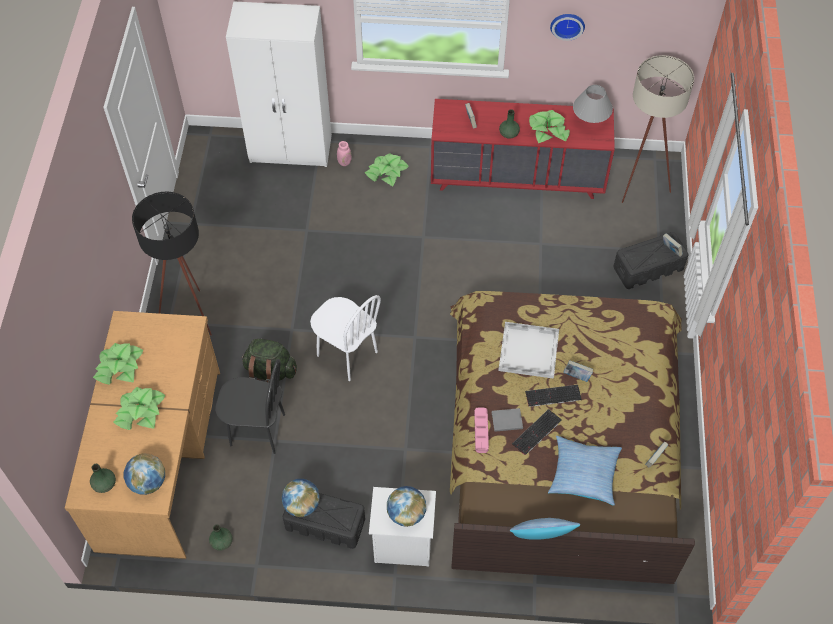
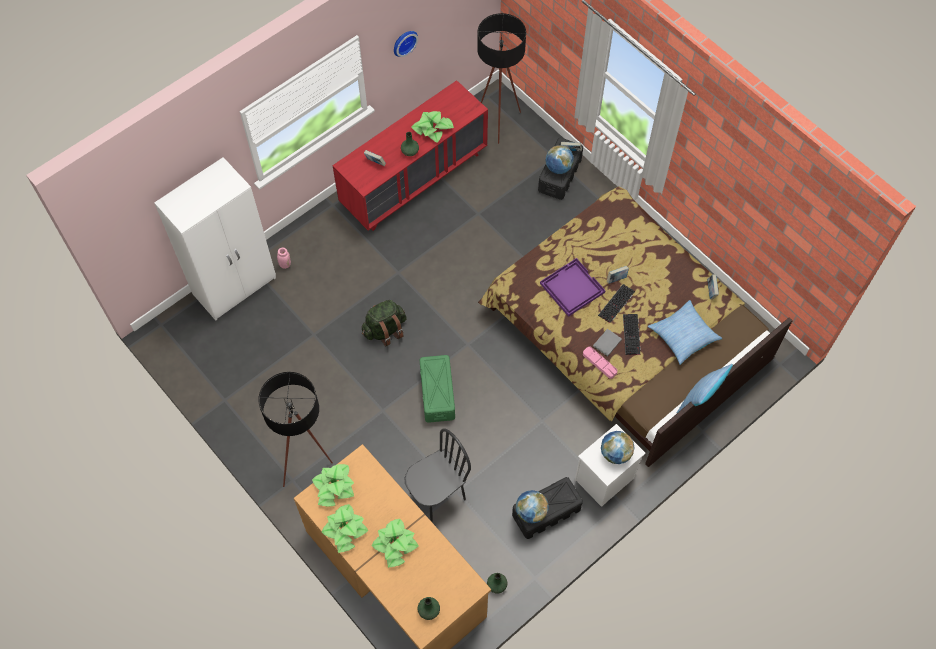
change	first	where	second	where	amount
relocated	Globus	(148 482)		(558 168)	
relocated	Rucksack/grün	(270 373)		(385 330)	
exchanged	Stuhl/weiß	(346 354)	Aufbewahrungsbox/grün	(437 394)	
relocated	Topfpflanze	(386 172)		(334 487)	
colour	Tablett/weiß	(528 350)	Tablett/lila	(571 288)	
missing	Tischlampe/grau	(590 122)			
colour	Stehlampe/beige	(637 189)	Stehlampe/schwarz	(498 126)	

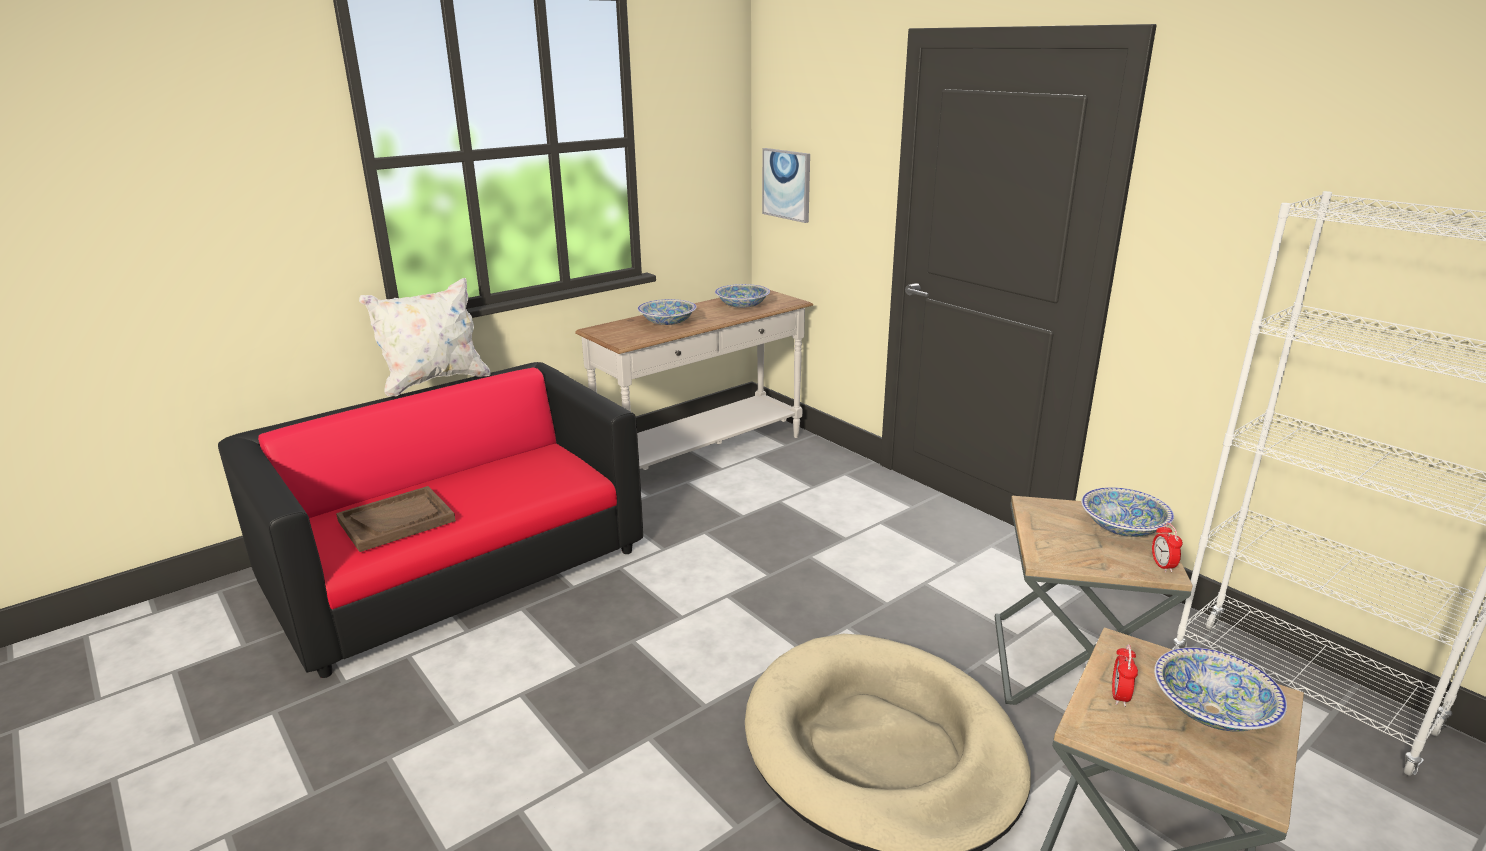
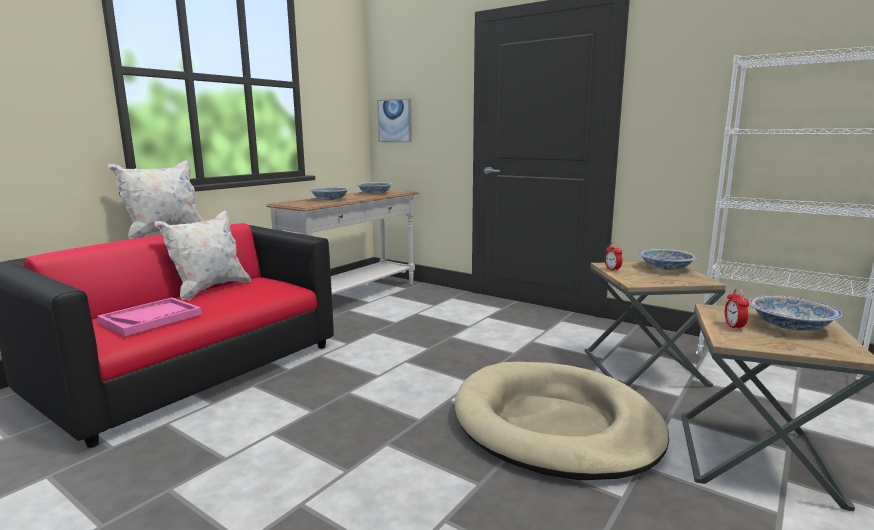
change	first	where	second	where	amount
colour	Tablett/braun	(397 521)	Tablett/rosa	(151 318)	
relocated	Wecker	(1162 566)		(612 270)	
appeared			Kissen/weiß	(209 289)	

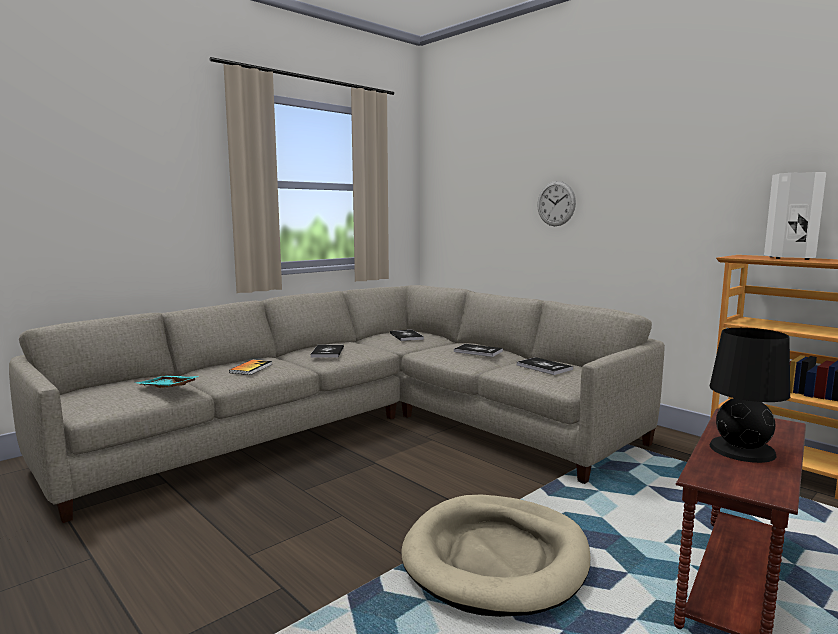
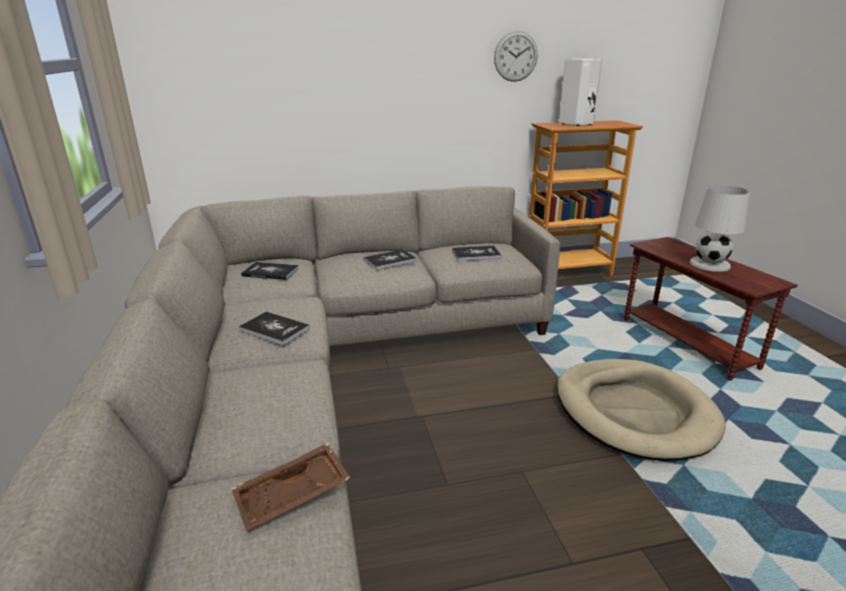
change	first	where	second	where	amount
colour	Tablett/türkis	(166 389)	Tablett/braun	(293 497)	
missing	Buch	(251 368)			
relocated	Wanduhr	(556 203)		(515 56)	
colour	Tischlampe/schwarz	(743 450)	Tischlampe/weiß	(710 264)	

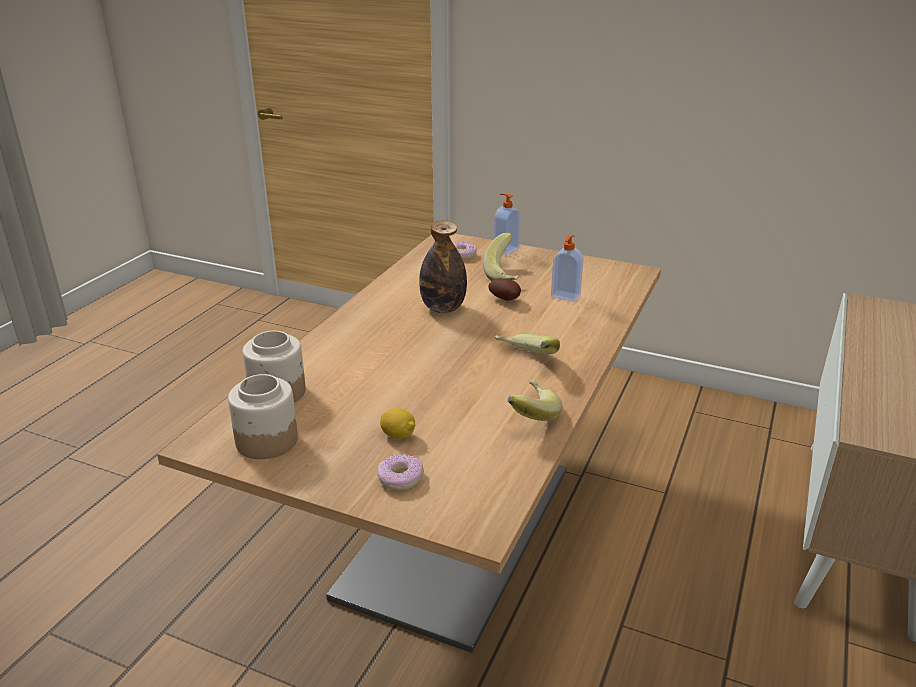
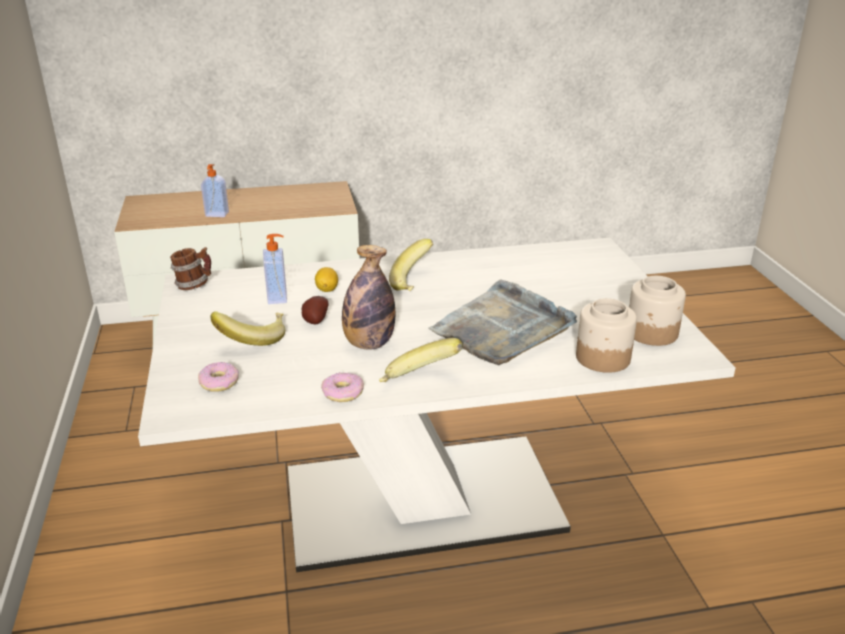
change	first	where	second	where	amount
colour	Esstisch/braun	(458 530)	Esstisch/weiß	(422 500)	
relocated	Donut	(400 478)		(343 393)	
relocated	Zitrone	(398 435)		(327 289)	
relocated	Seifenspender	(505 250)		(217 214)	
relocated	Banane	(529 415)		(419 381)	
appeared			Henkelbecher	(194 285)	
appeared			Tablett/grau	(503 328)	

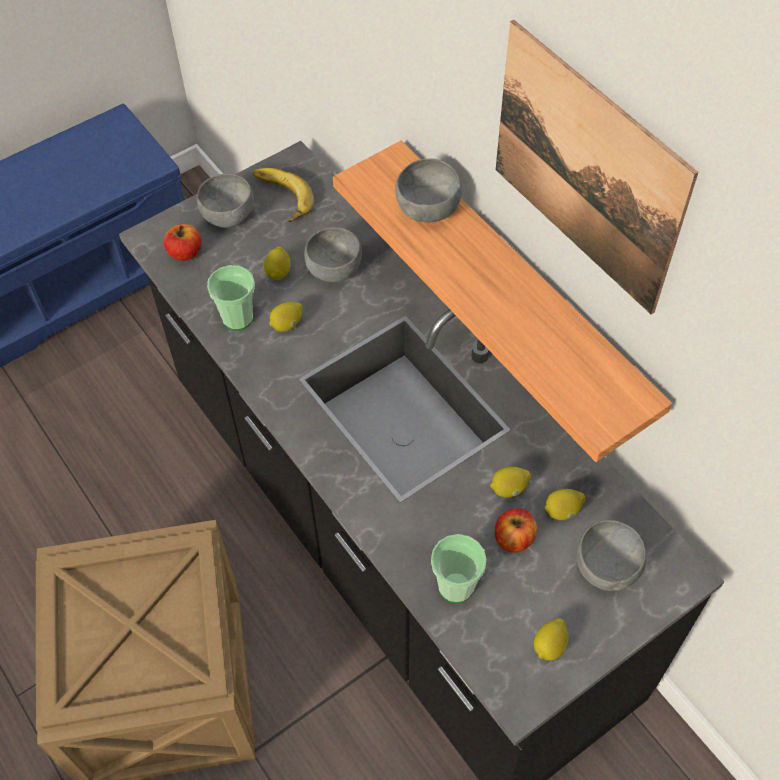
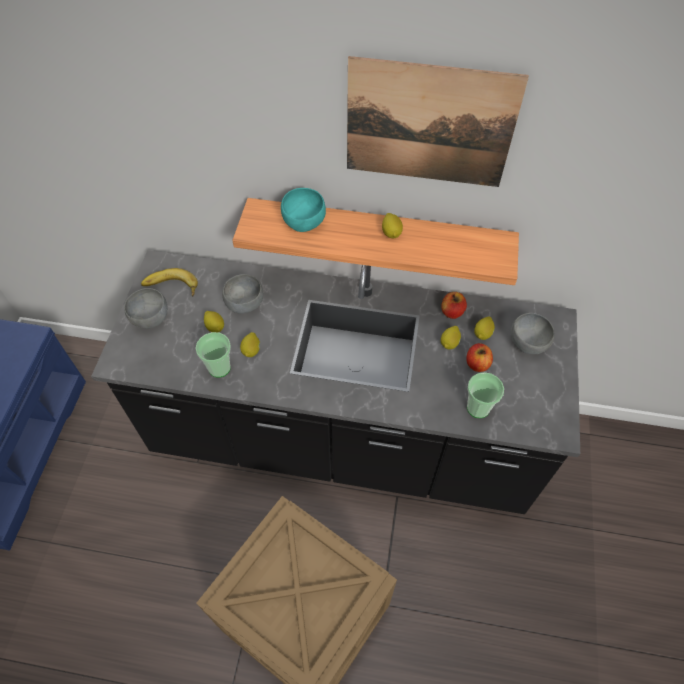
change	first	where	second	where	amount
relocated	Apfel	(185 252)		(452 312)	
colour	Schüssel/grau	(428 209)	Schüssel/türkis	(304 222)	
relocated	Zitrone	(550 646)		(391 233)	

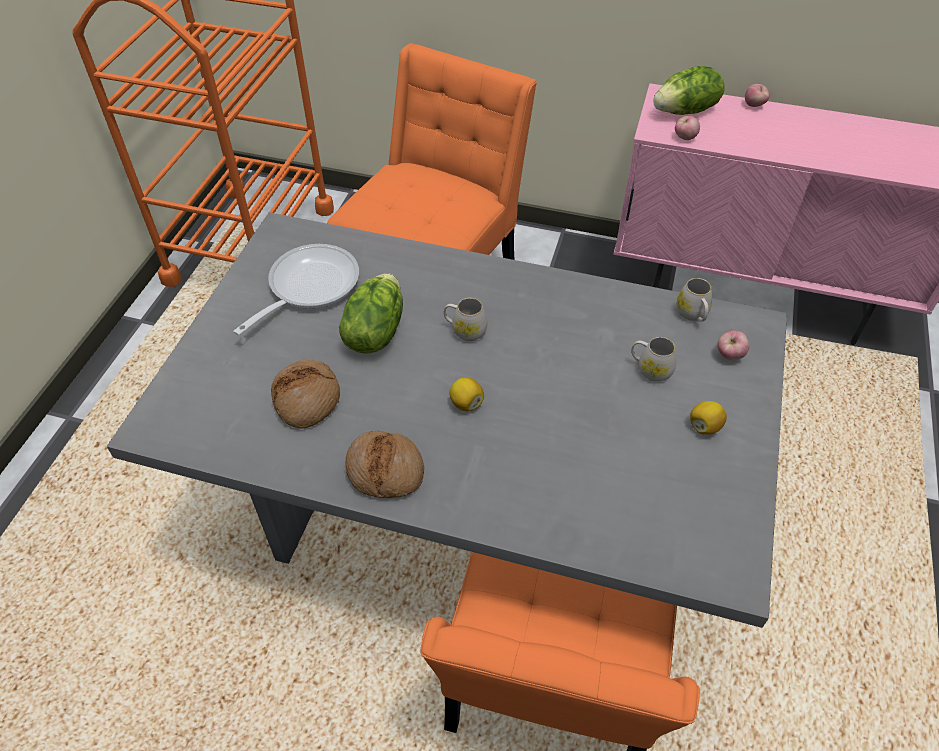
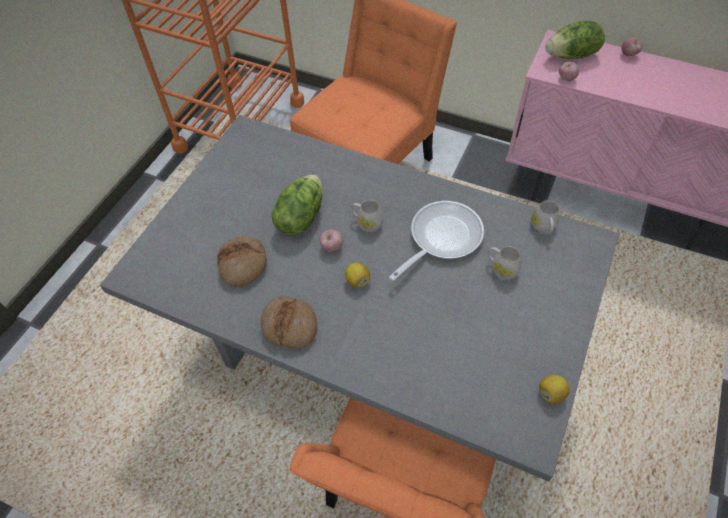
change	first	where	second	where	amount
relocated	Pfanne	(308 287)		(441 238)	
relocated	Zitrone	(704 426)		(551 393)	
relocated	Apfel	(729 355)		(332 247)	

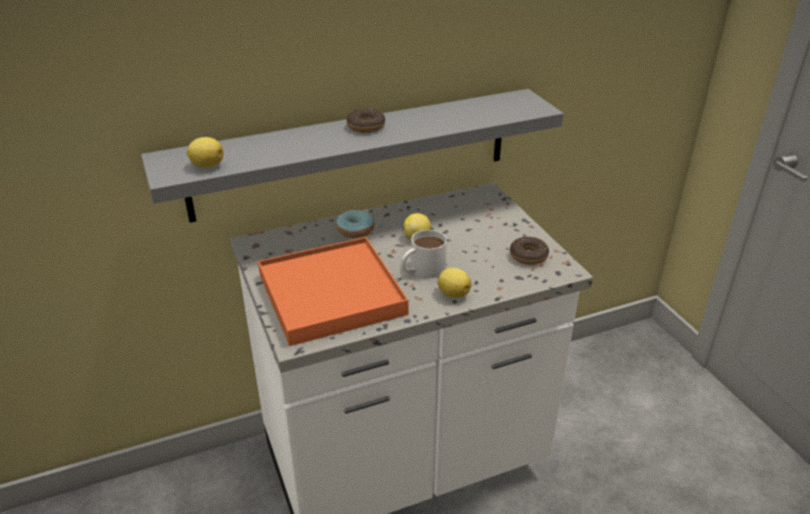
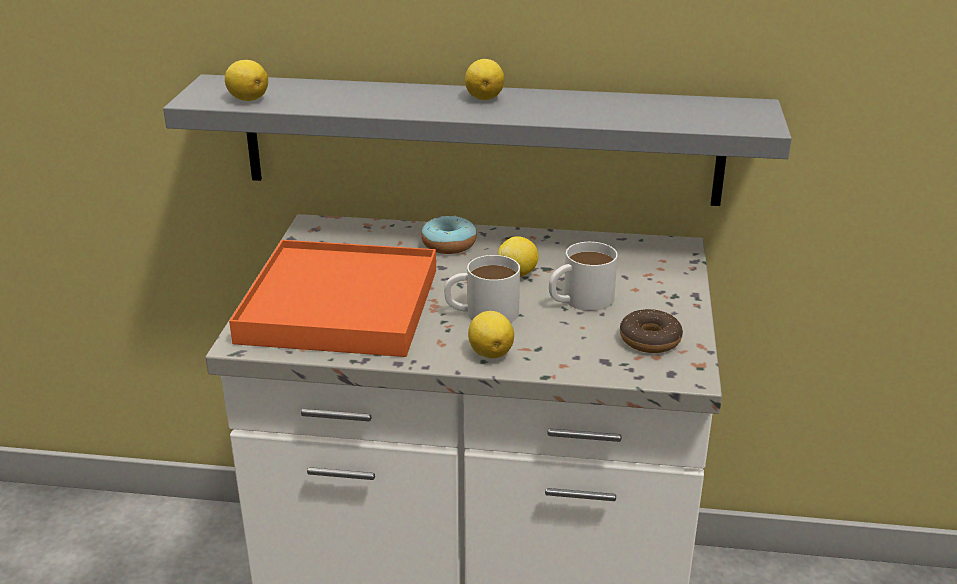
change	first	where	second	where	amount
exchanged	Donut	(366 126)	Zitrone	(484 97)	
appeared			Henkelbecher/weiß	(579 300)	

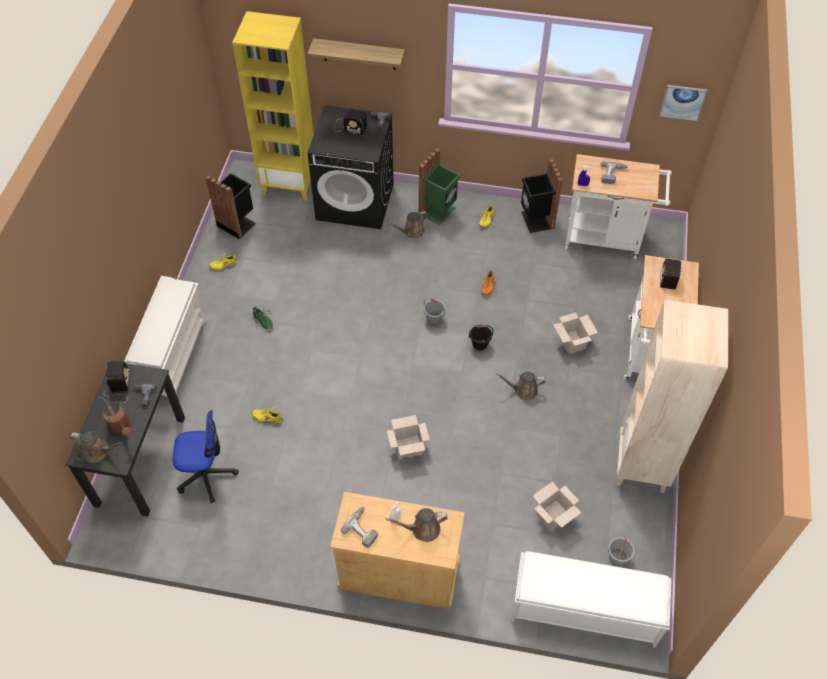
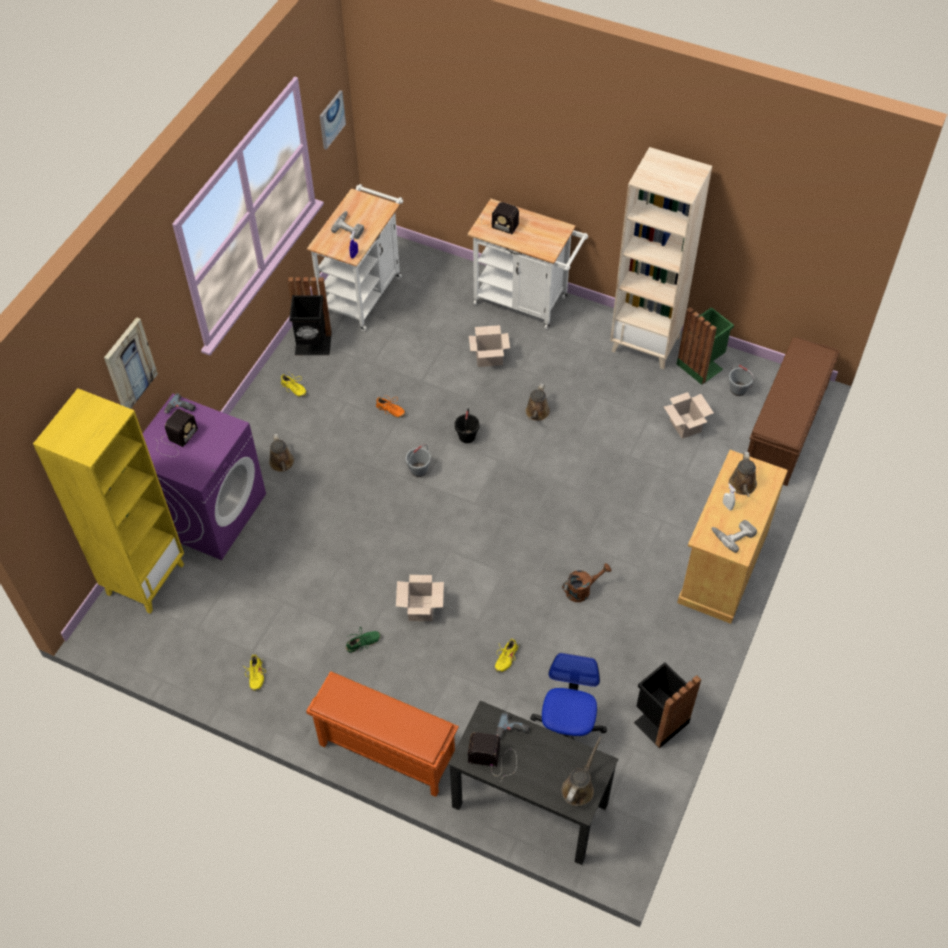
change	first	where	second	where	amount
relocated	Gießkanne/braun	(122 427)		(582 590)	
colour	Schuhregal/weiß	(173 356)	Schuhregal/orange	(385 752)	
relocated	Mülleimer/schwarz	(237 223)		(659 721)	
exchanged	Wandregal	(359 54)	Bild	(129 365)	
colour	Waschmaschine/schwarz	(355 201)	Waschmaschine/lila	(209 511)	
relocated	Karton	(407 447)		(421 609)	
relocated	Mülleimer/grün	(438 211)		(701 365)	
colour	Bank/weiß	(583 610)	Bank/braun	(785 429)	

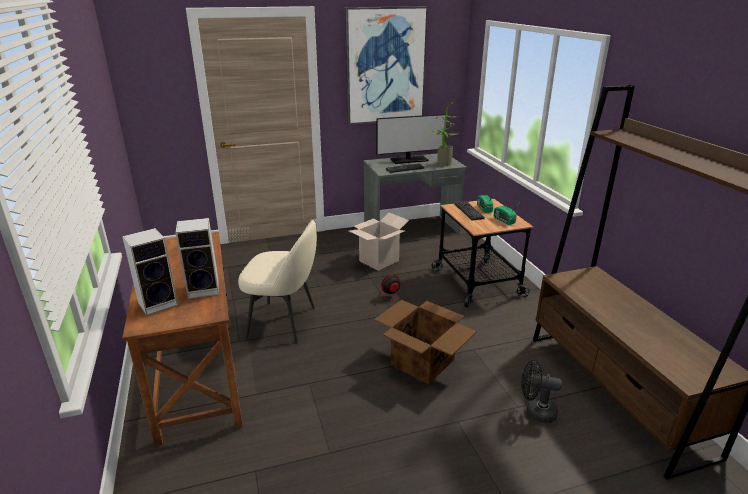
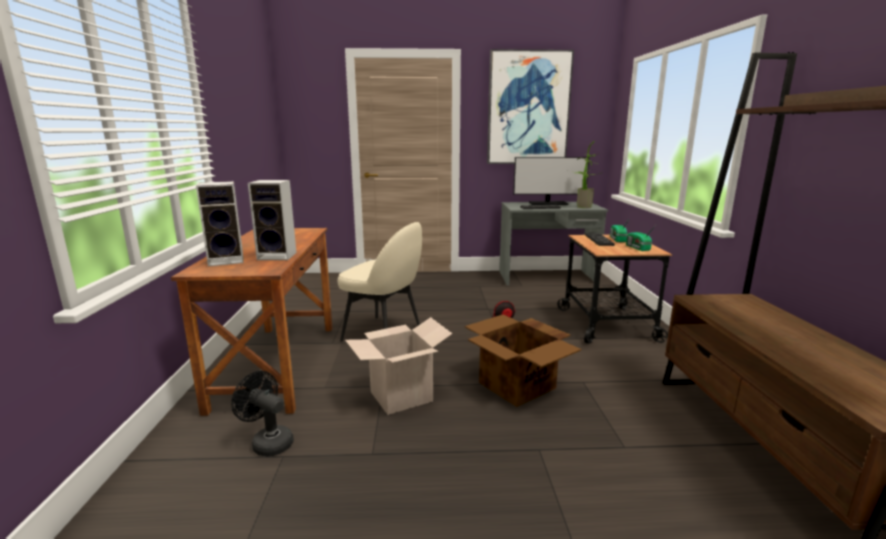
change	first	where	second	where	amount
relocated	Karton	(379 261)		(401 396)	
relocated	Ventilator/schwarz	(535 411)		(268 442)	

